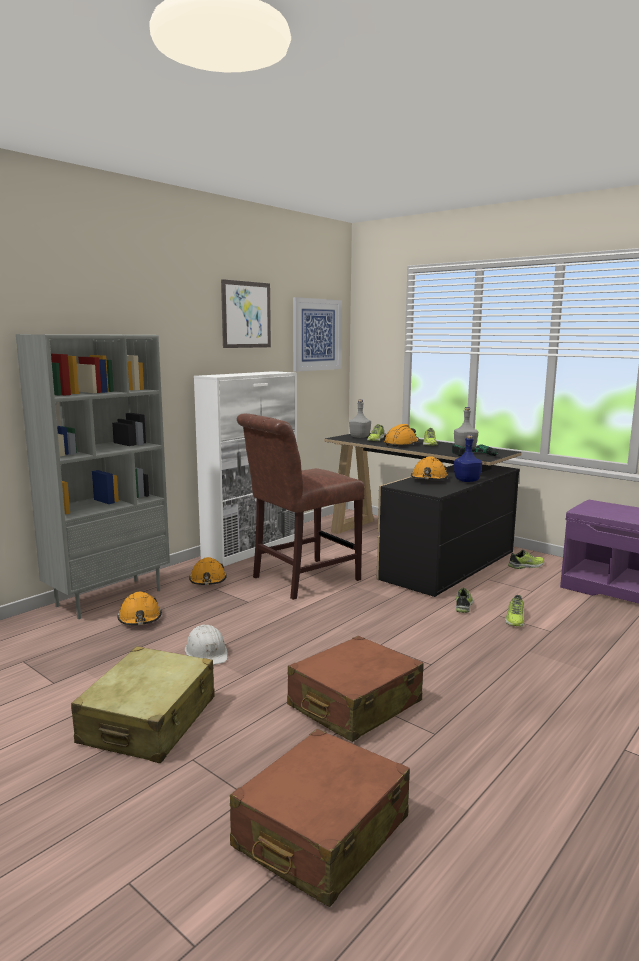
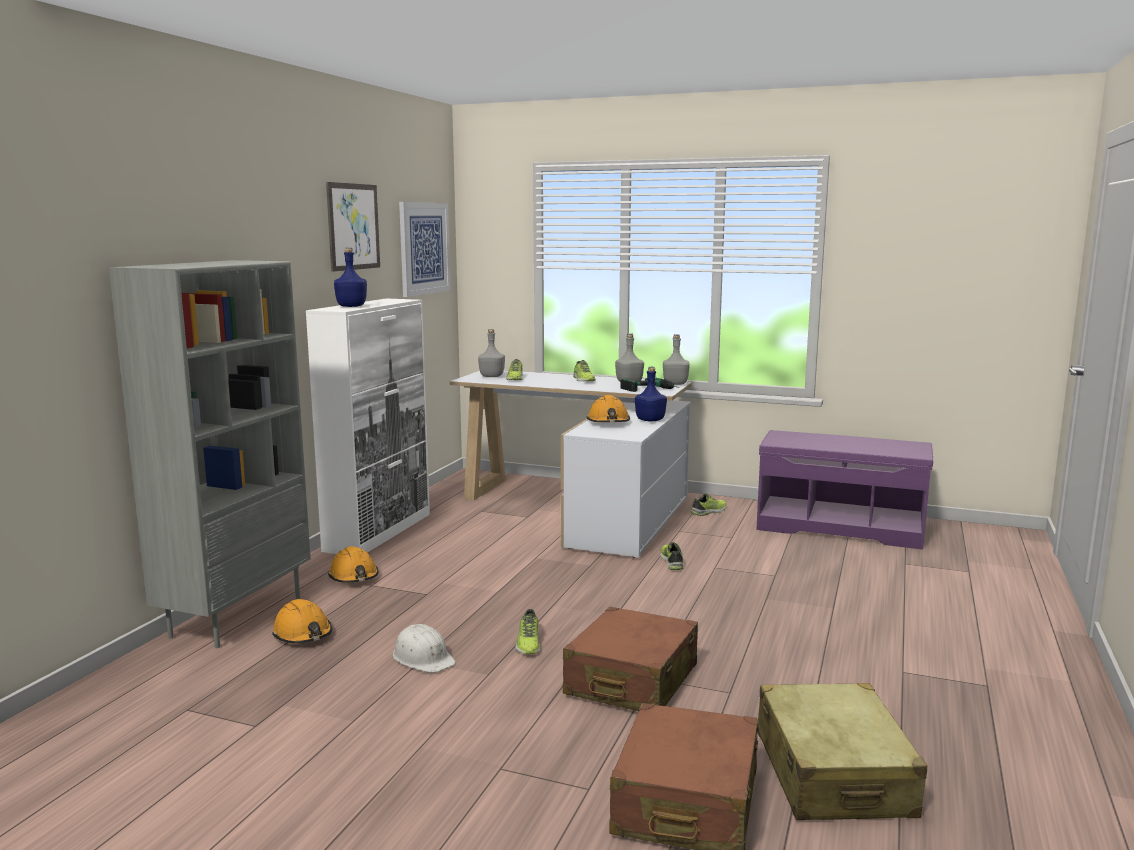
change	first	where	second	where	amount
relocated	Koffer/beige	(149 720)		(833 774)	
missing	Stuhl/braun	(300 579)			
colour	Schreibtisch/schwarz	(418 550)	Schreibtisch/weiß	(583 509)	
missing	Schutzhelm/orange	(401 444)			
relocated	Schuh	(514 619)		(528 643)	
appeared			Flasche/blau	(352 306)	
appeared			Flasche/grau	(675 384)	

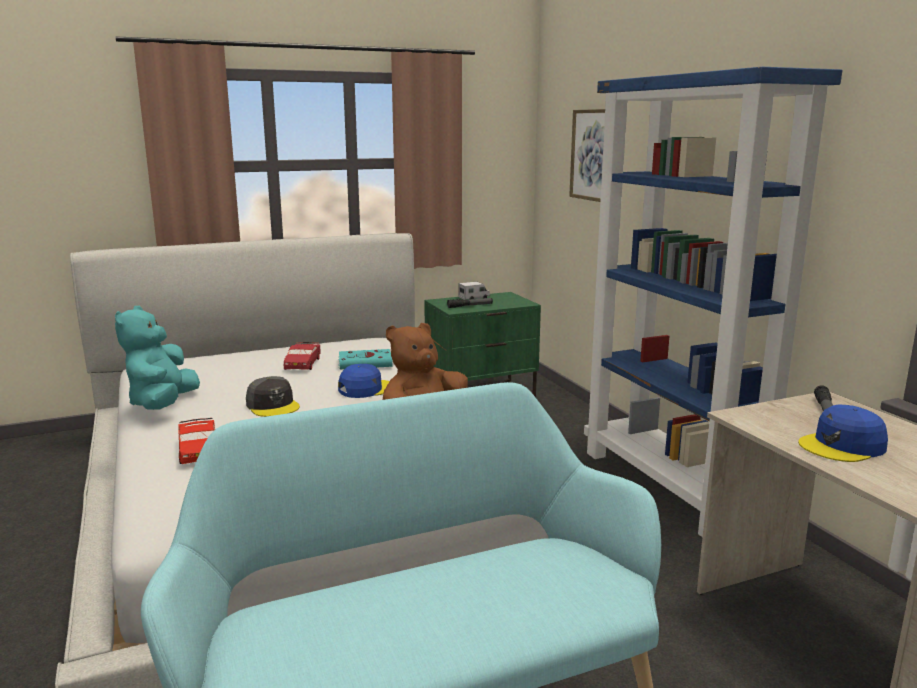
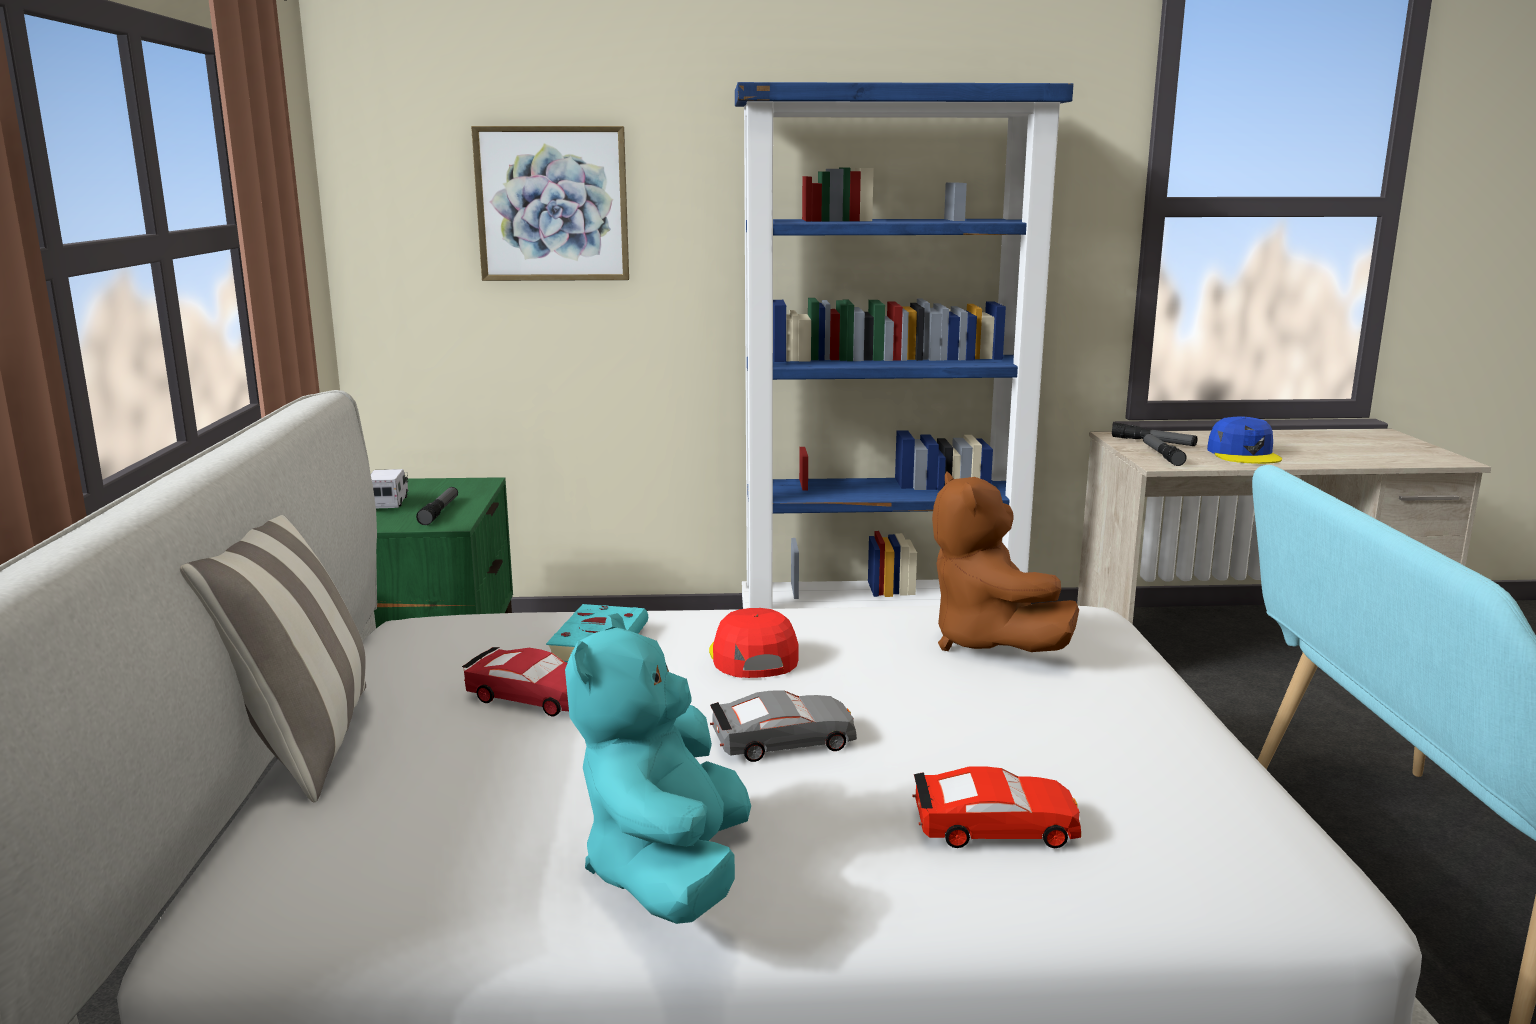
change	first	where	second	where	amount
spun	Plüschtier/türkis	(163 404)		(668 872)	75 degrees clockwise
exchanged	Kappe/grau	(273 405)	Spielzeugauto/grau	(783 741)	
colour	Kappe/blau	(366 389)	Kappe/rot	(752 656)	
appeared			Kissen	(300 743)	
appeared			Taschenlampe	(1162 455)	

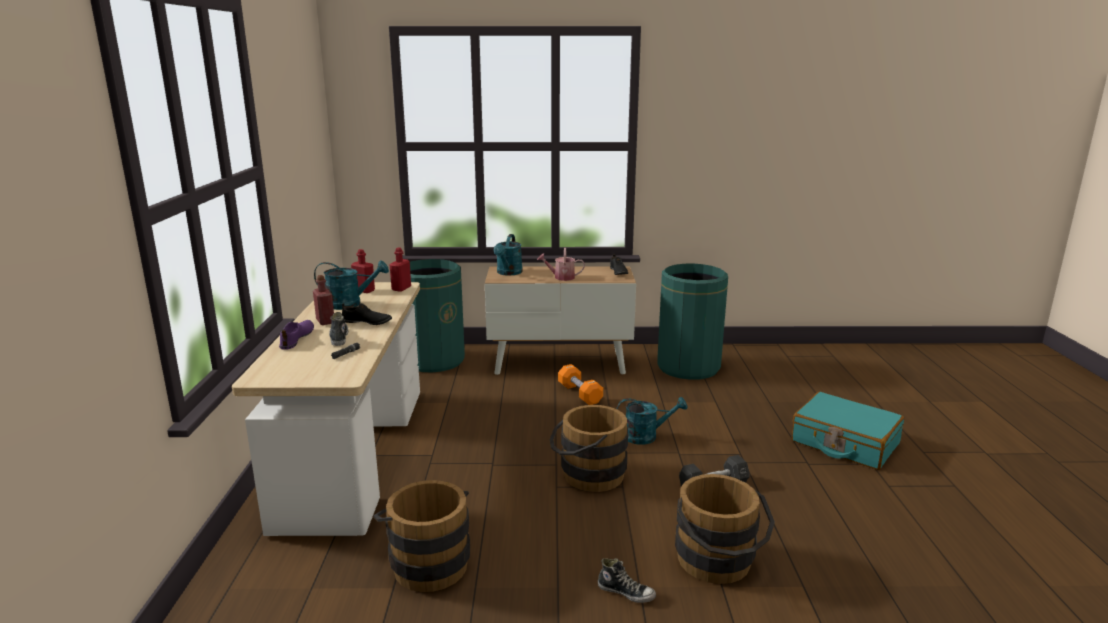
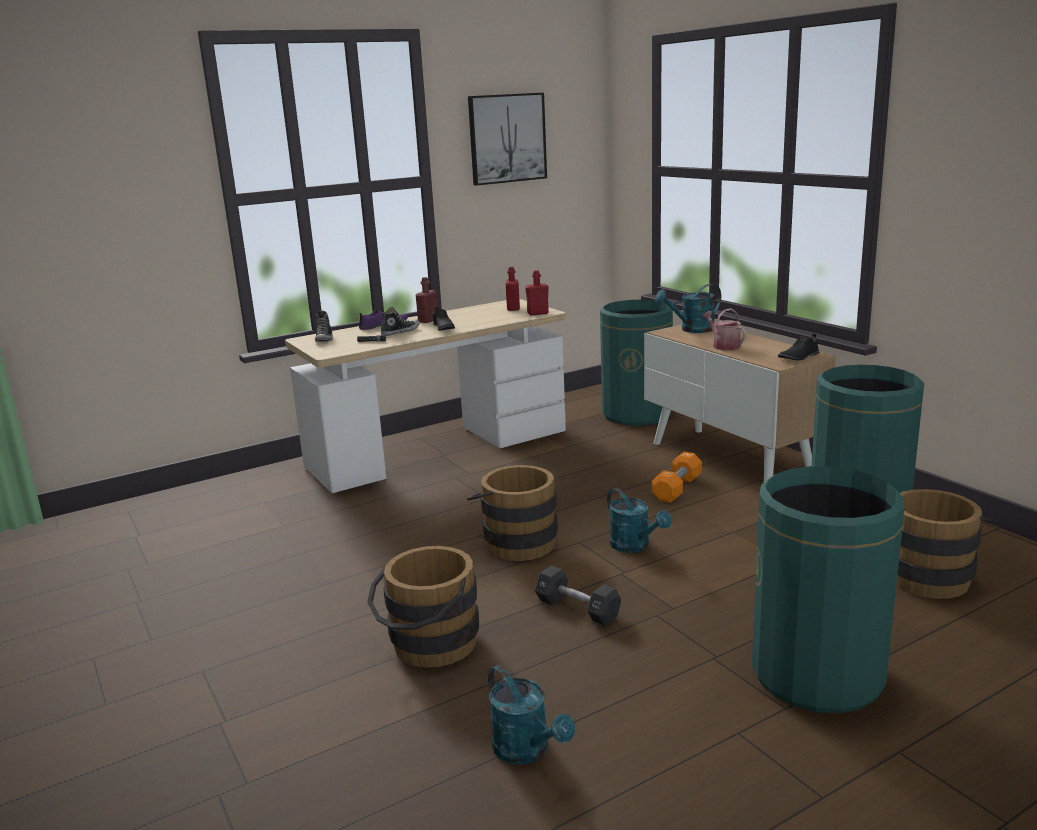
change	first	where	second	where	amount
relocated	Gießkanne/türkis	(350 304)		(527 751)	
relocated	Eimer/braun	(427 562)		(927 574)	
relocated	Schuh	(626 592)		(324 339)	
exchanged	Koffer/türkis	(844 443)	Mülleimer/grün	(817 675)	
appeared			Bild	(507 138)	

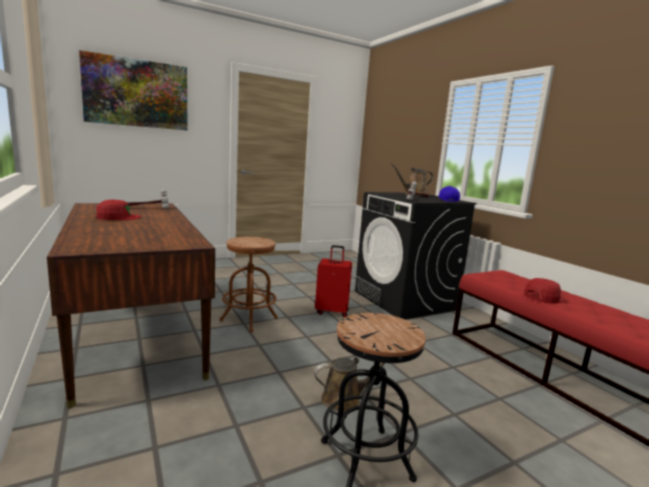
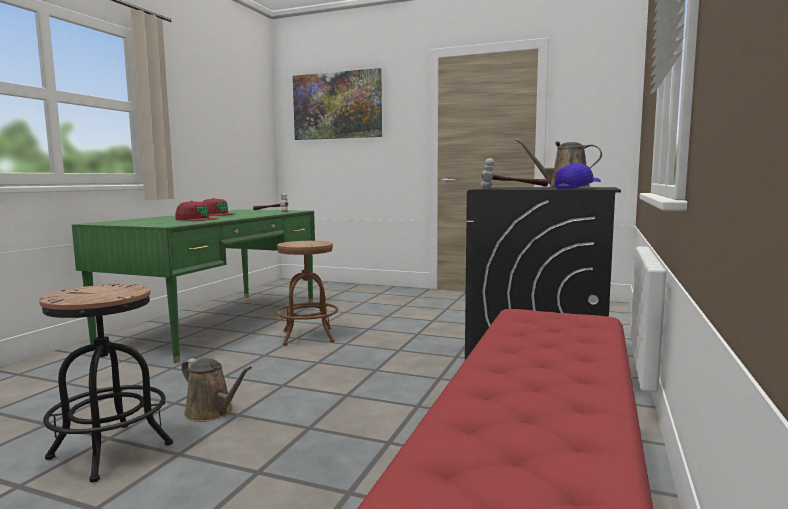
change	first	where	second	where	amount
colour	Schreibtisch/braun	(135 330)	Schreibtisch/grün	(218 322)	
missing	Koffer/rot	(332 311)			
relocated	Kappe/rot	(543 297)		(196 219)	

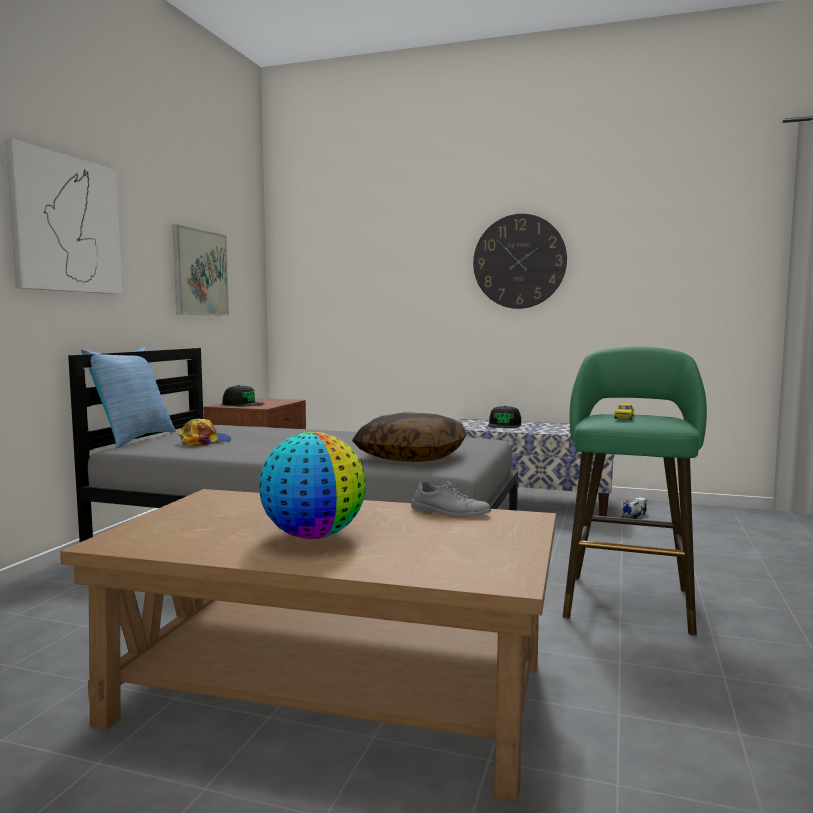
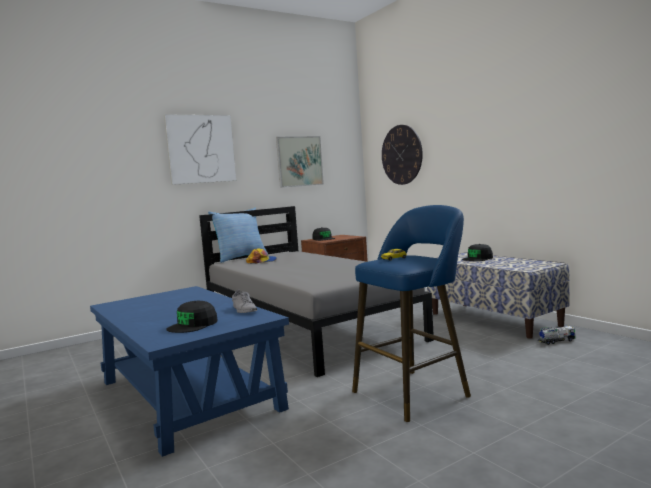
change	first	where	second	where	amount
colour	Couchtisch/braun	(334 692)	Couchtisch/blau	(188 394)	
missing	Globus	(314 536)			
missing	Kissen	(411 457)			
relocated	Wanduhr	(519 261)		(401 155)	
colour	Hocker/grün	(628 599)	Hocker/blau	(415 392)	
appeared			Kappe/schwarz	(193 325)	

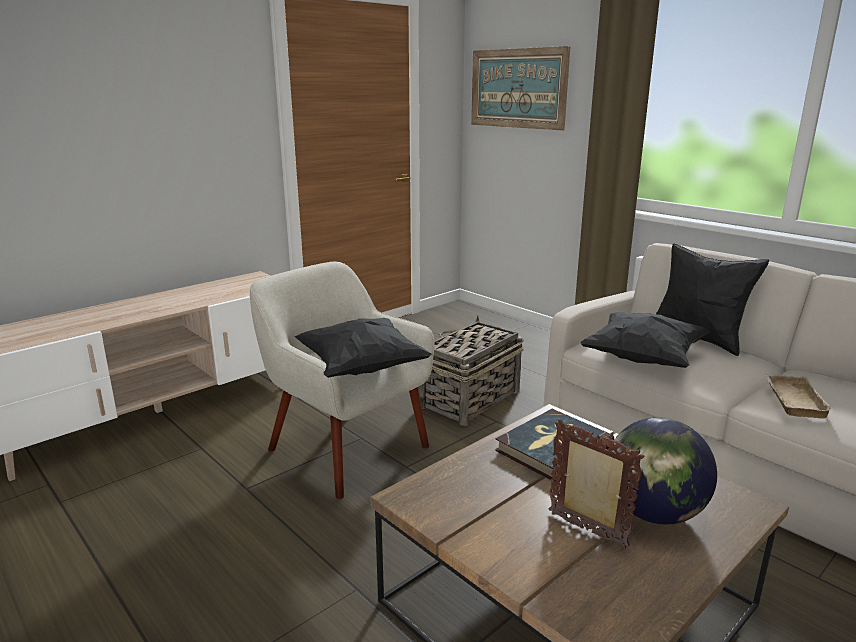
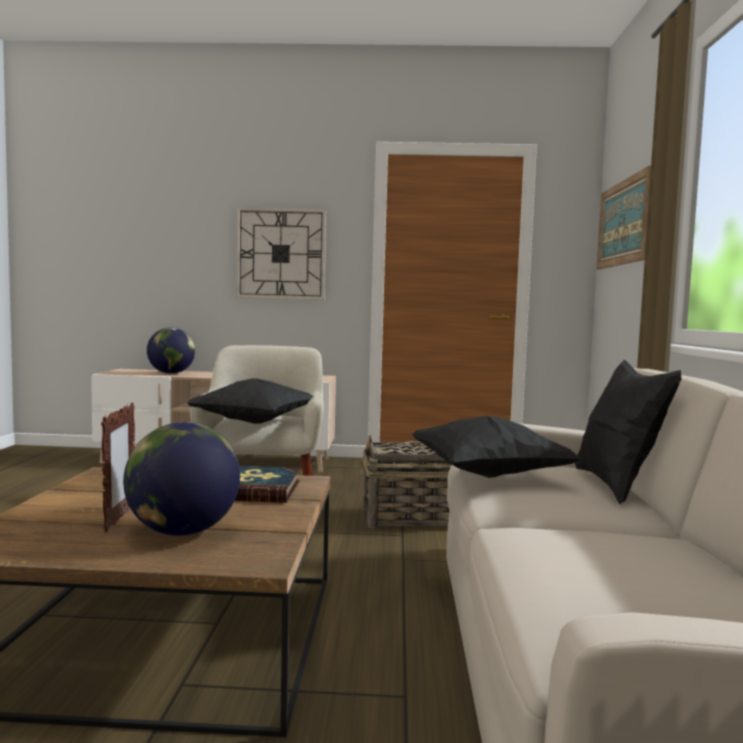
change	first	where	second	where	amount
missing	Tablett/beige	(791 400)			
appeared			Globus	(171 373)	
appeared			Wanduhr	(281 254)	

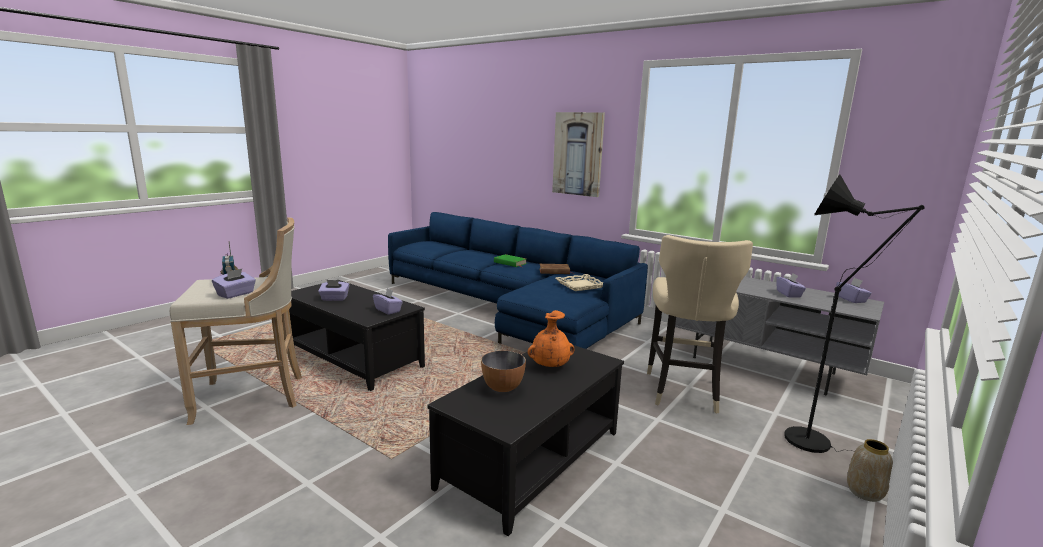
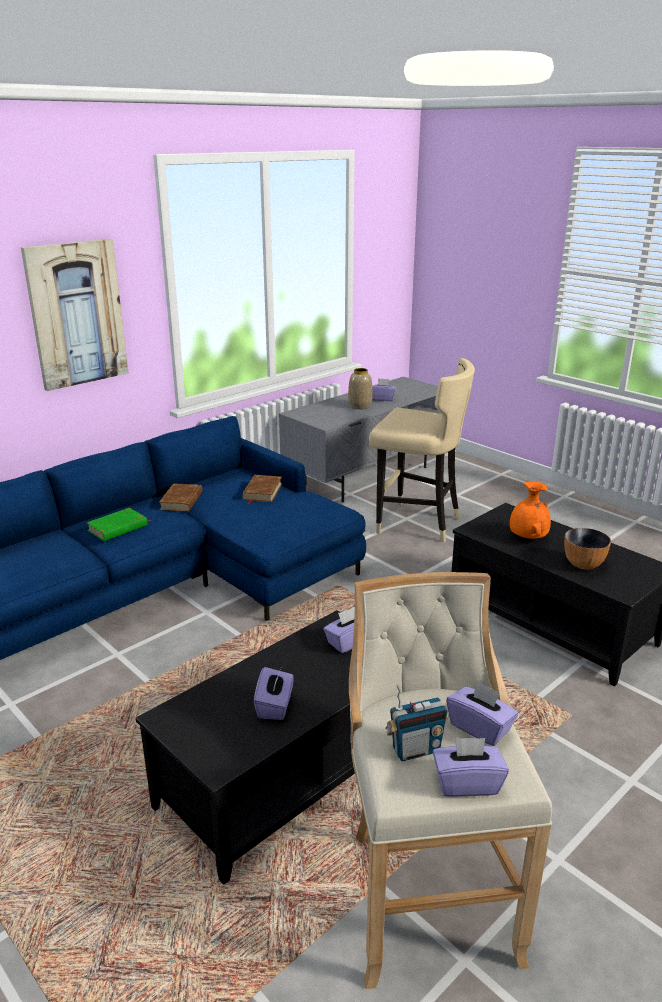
change	first	where	second	where	amount
exchanged	Tablett/beige	(580 285)	Buch/braun	(262 491)	
missing	Stehlampe/schwarz	(816 442)			
relocated	Taschentuchbox/lila	(851 299)		(467 783)	
relocated	Vase	(865 493)		(360 406)	

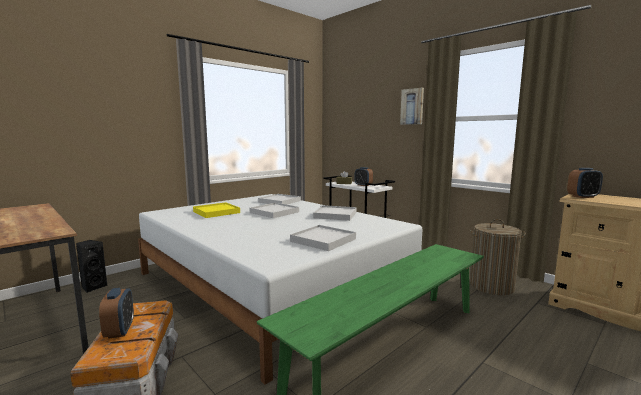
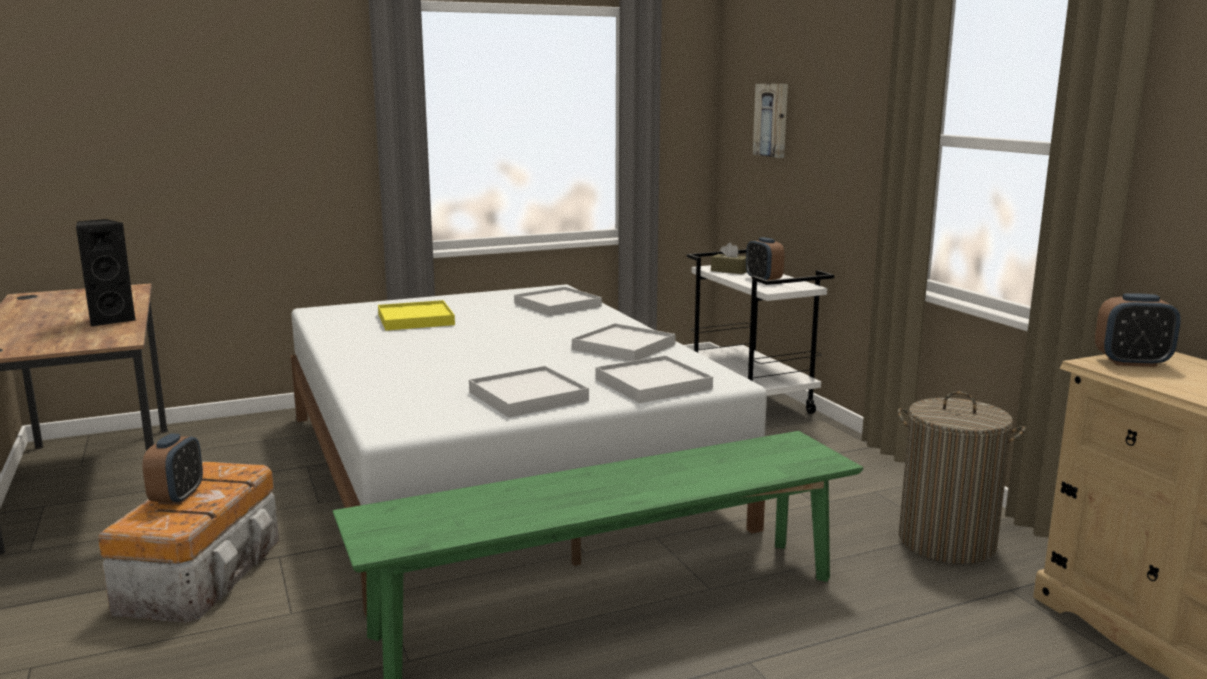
change	first	where	second	where	amount
relocated	Lautsprecher/schwarz	(93 287)		(110 320)	
relocated	Tablett/weiß	(274 212)		(653 384)	
relocated	Bild	(412 106)		(772 120)	

